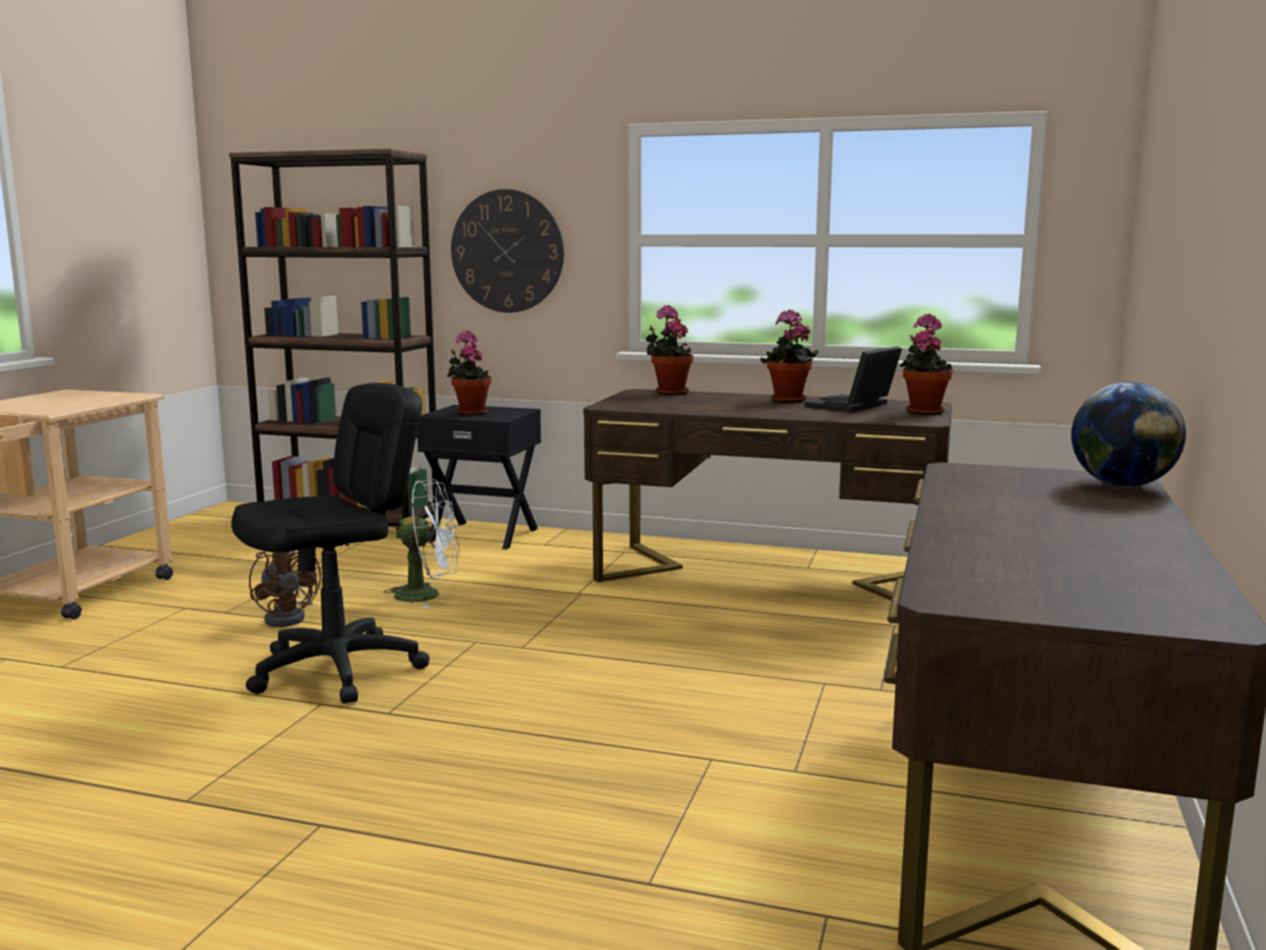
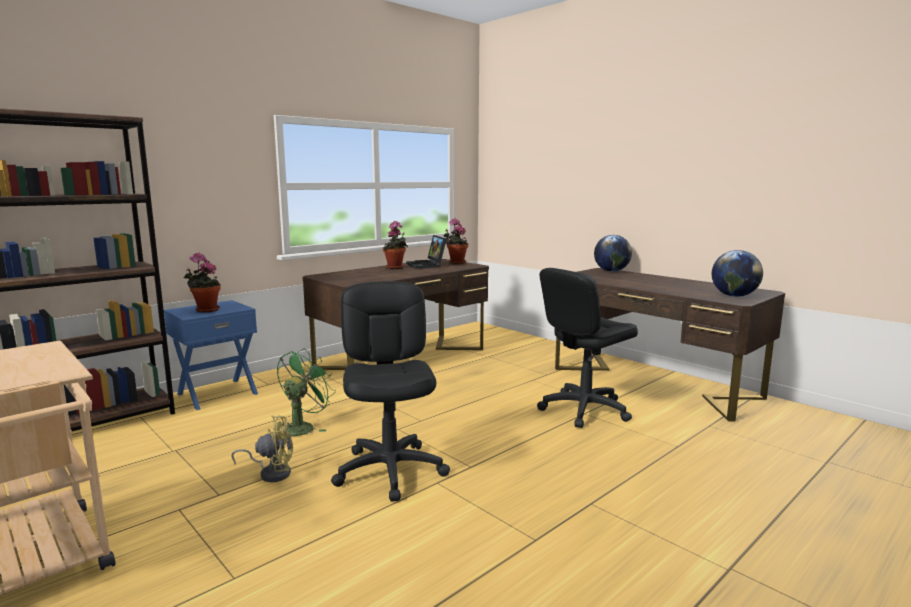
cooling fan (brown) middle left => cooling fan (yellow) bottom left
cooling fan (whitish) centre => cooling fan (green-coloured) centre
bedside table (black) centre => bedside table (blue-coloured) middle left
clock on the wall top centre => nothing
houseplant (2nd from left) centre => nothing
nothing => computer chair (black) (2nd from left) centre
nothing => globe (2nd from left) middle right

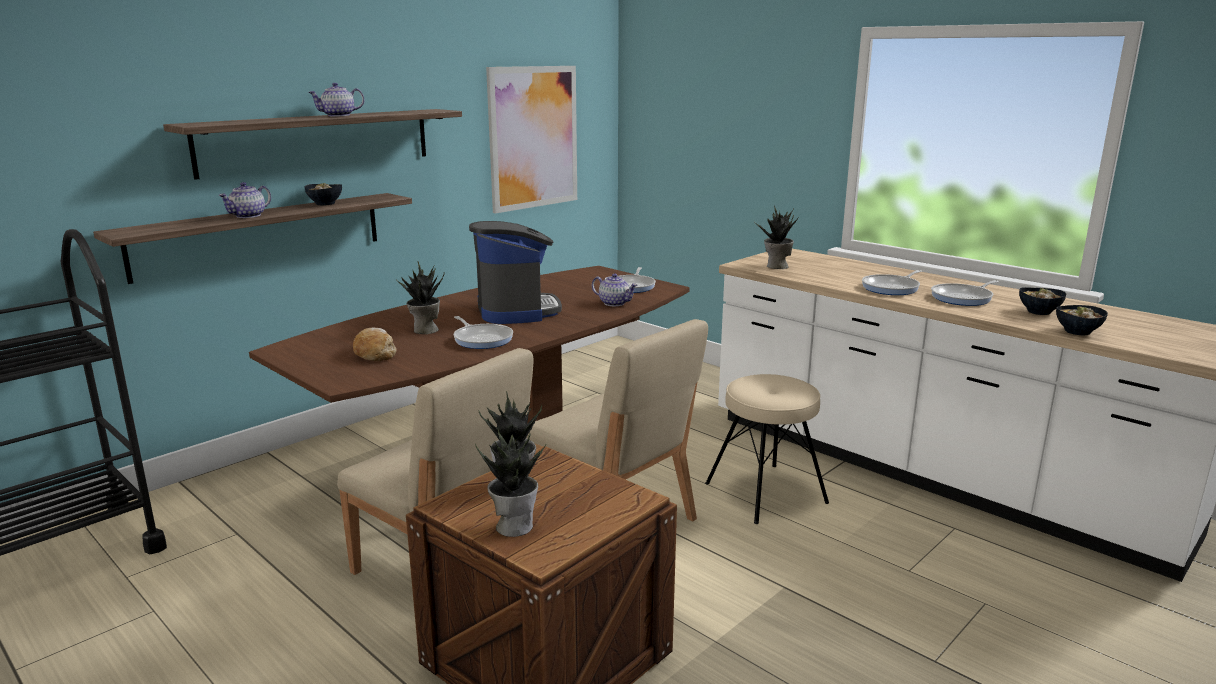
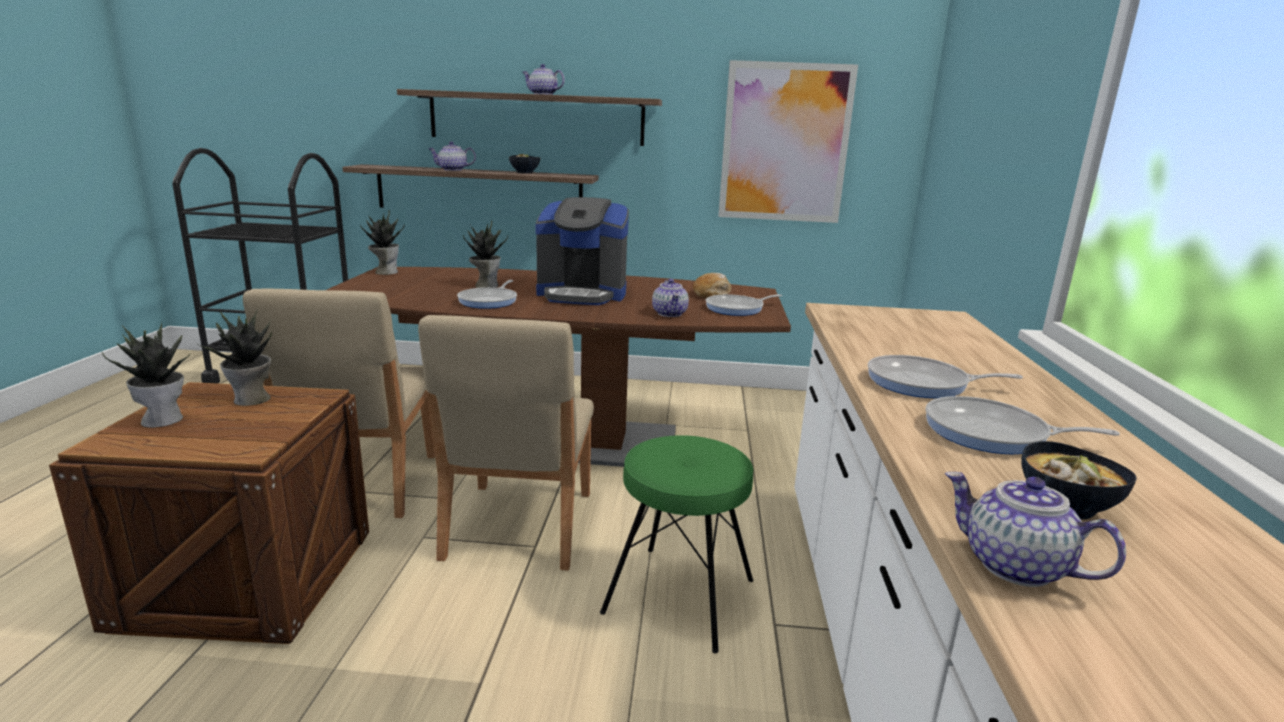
bread middle left => bread centre, moved
coffee machine centre, 60 degrees clockwise
stool (beige) centre => stool (green-coloured) bottom centre
houseplant (4th from left in the first image) centre => houseplant (3rd from left) middle left, moved
deep dish (3rd from left) middle right => pot for tea (4th from left) bottom right

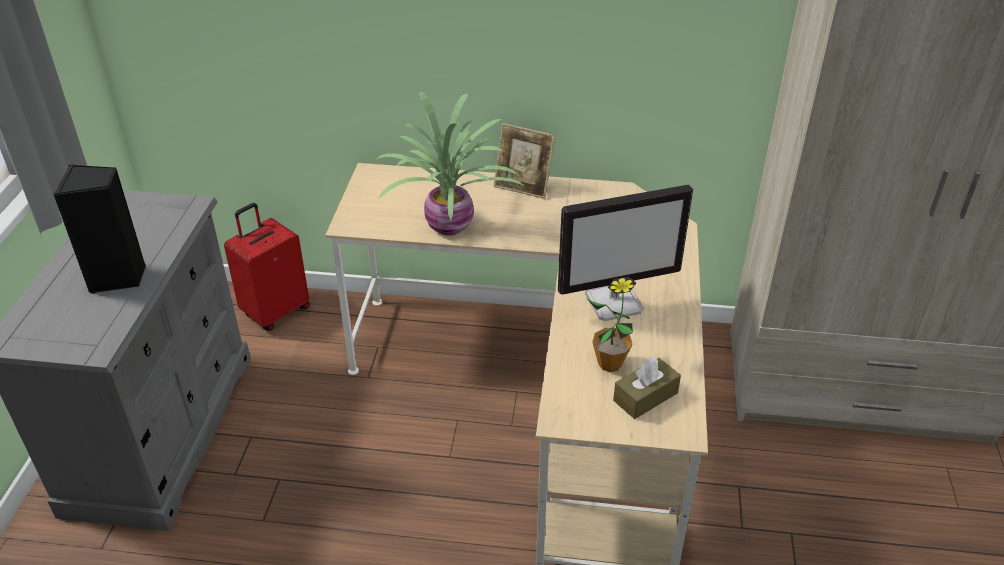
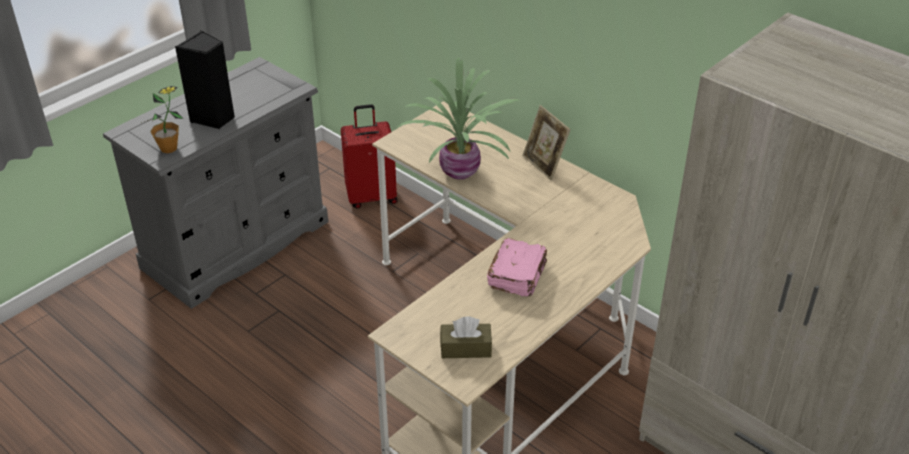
monitor centre => bound book (pinkish) centre
houseplant (2nd from left in the first image) centre => houseplant (1st from left) top left, moved

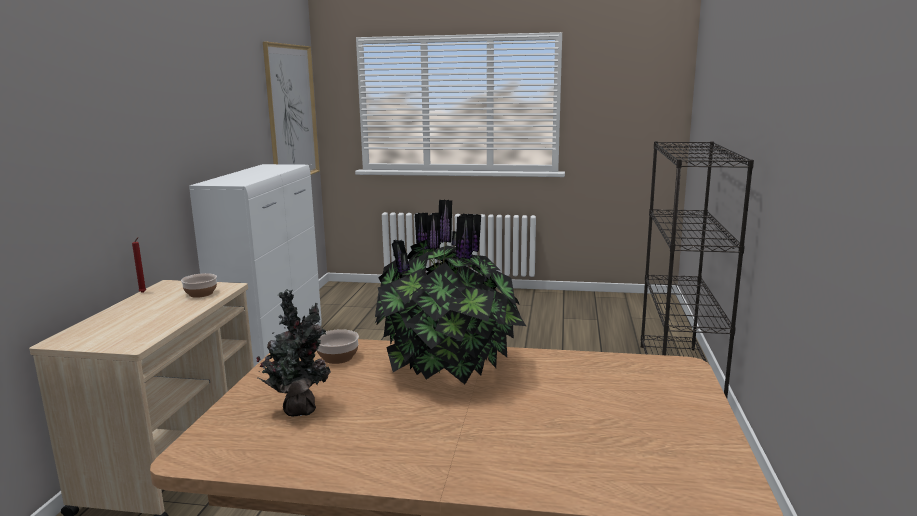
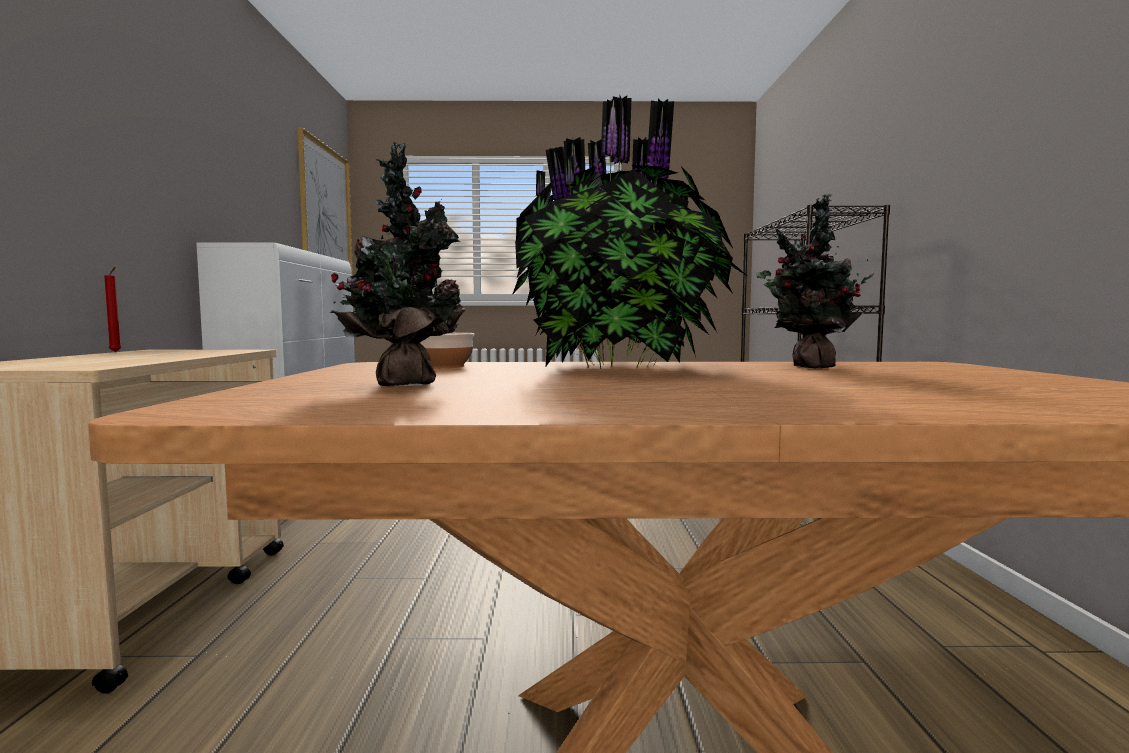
deep dish (1st from left) middle left => nothing
nothing => houseplant (3rd from left) middle right

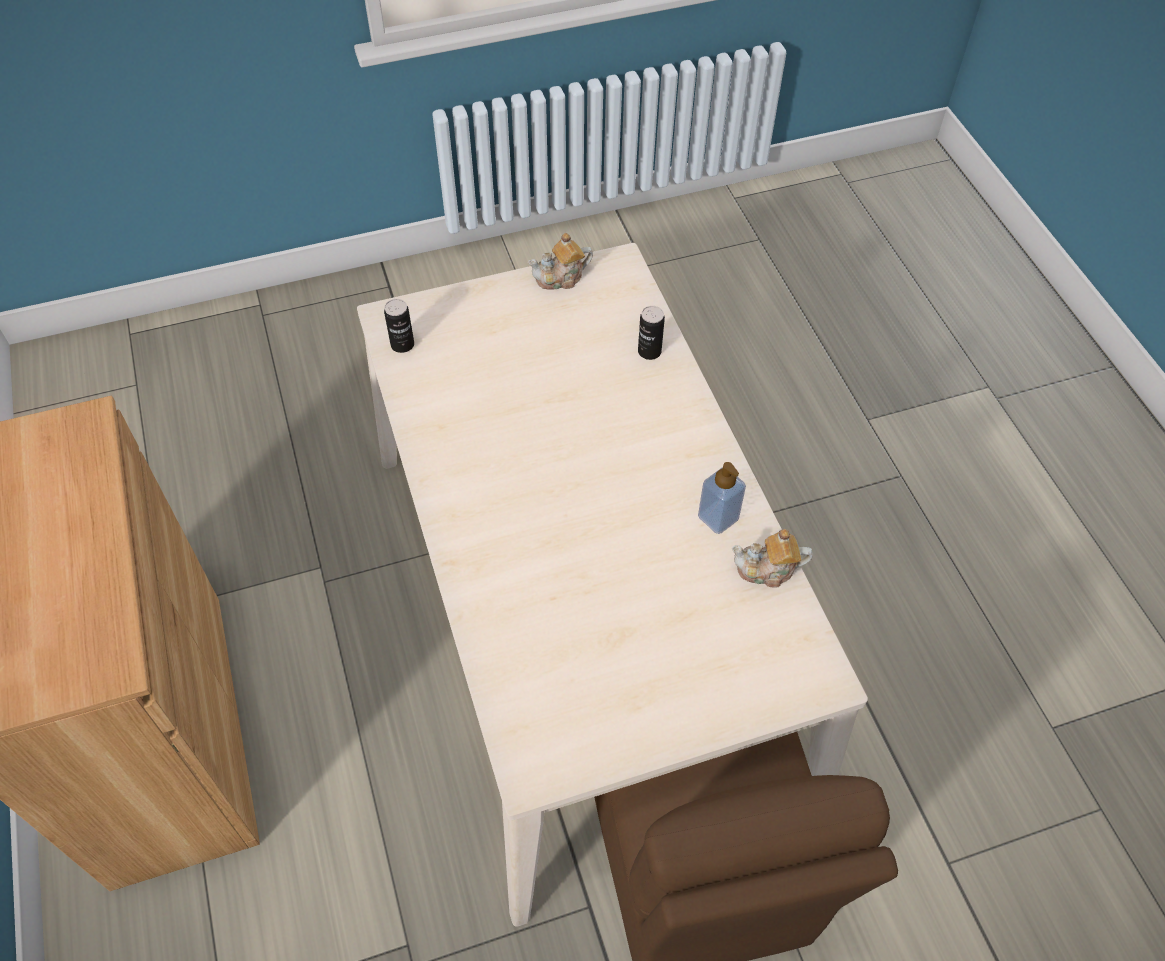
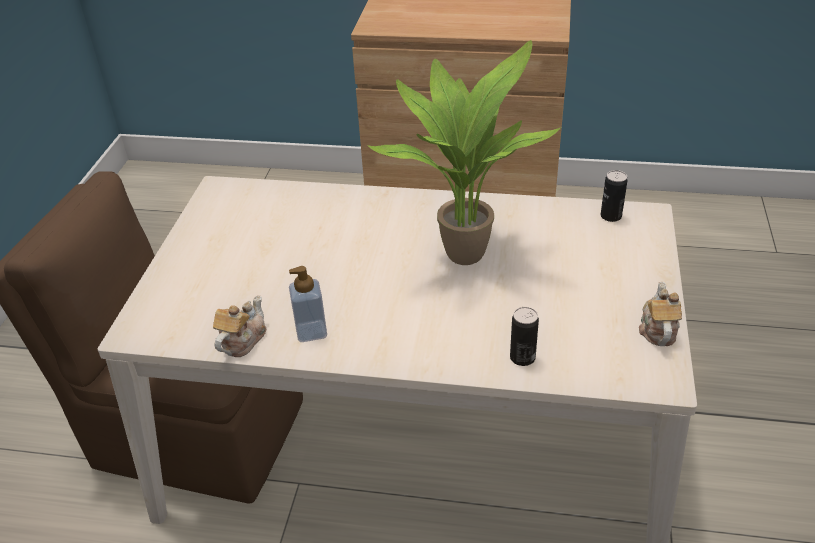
nothing => houseplant top centre

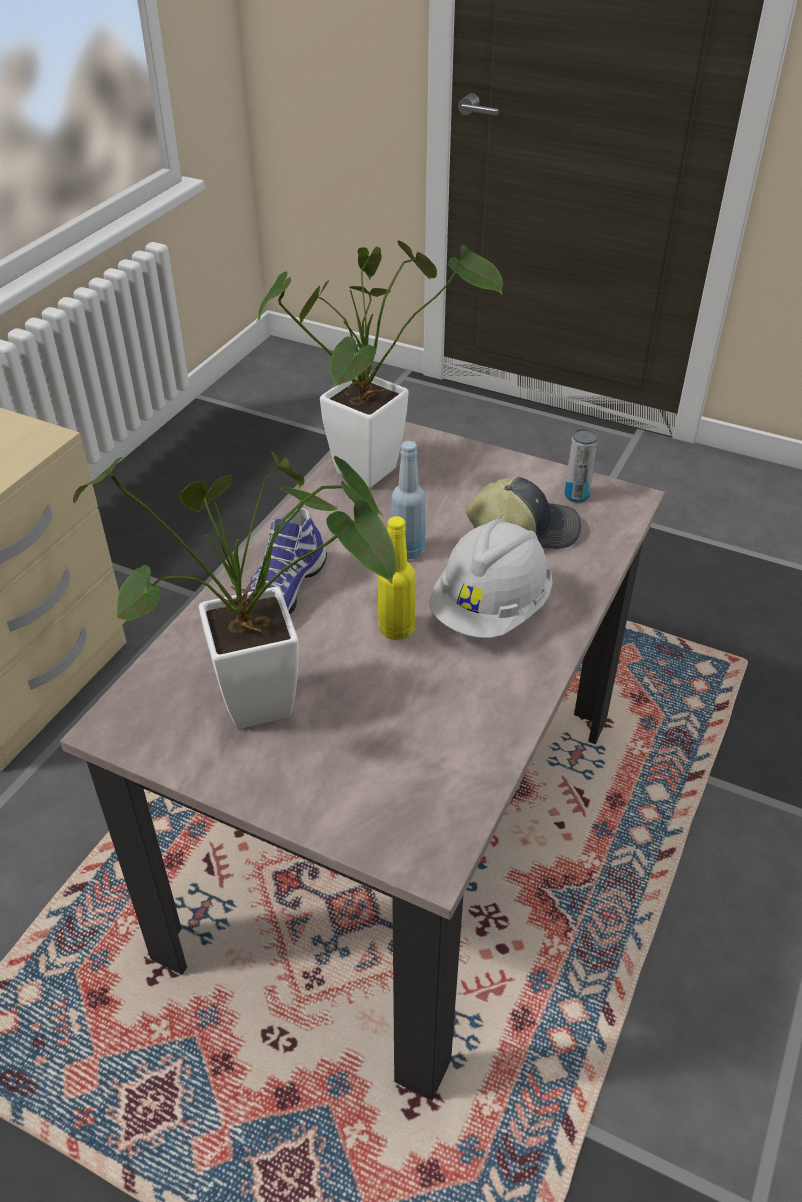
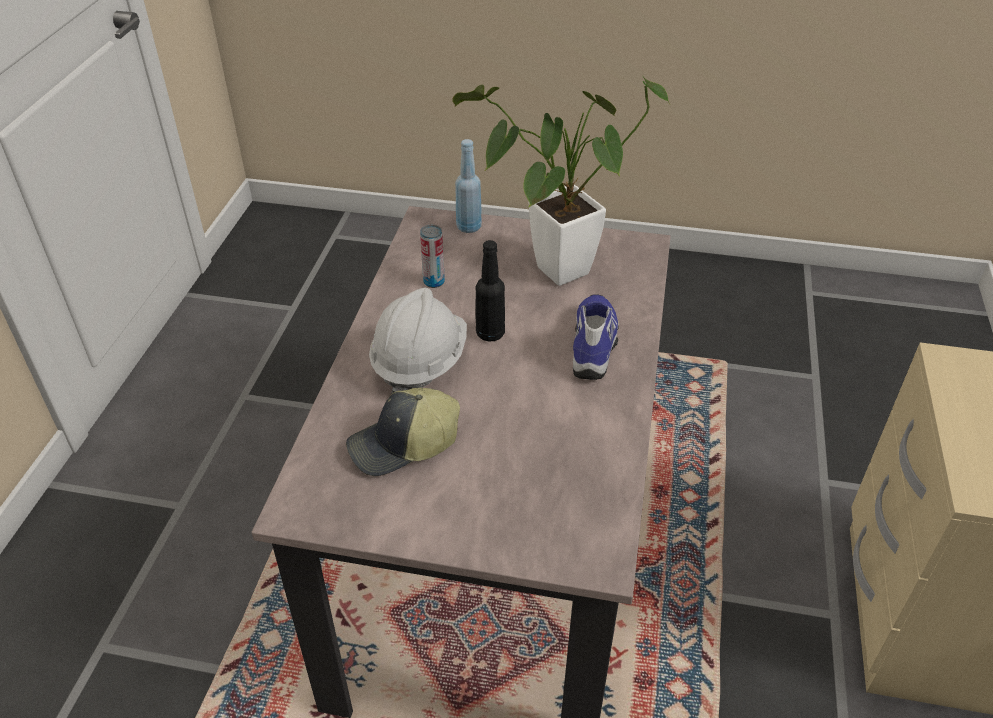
houseplant (2nd from left) top centre => nothing
drink bottle (yellow) centre => drink bottle (black) centre
drink bottle (blue-coloured) centre => drink bottle (blue-coloured) top centre, moved
metal can middle right => metal can centre, moved

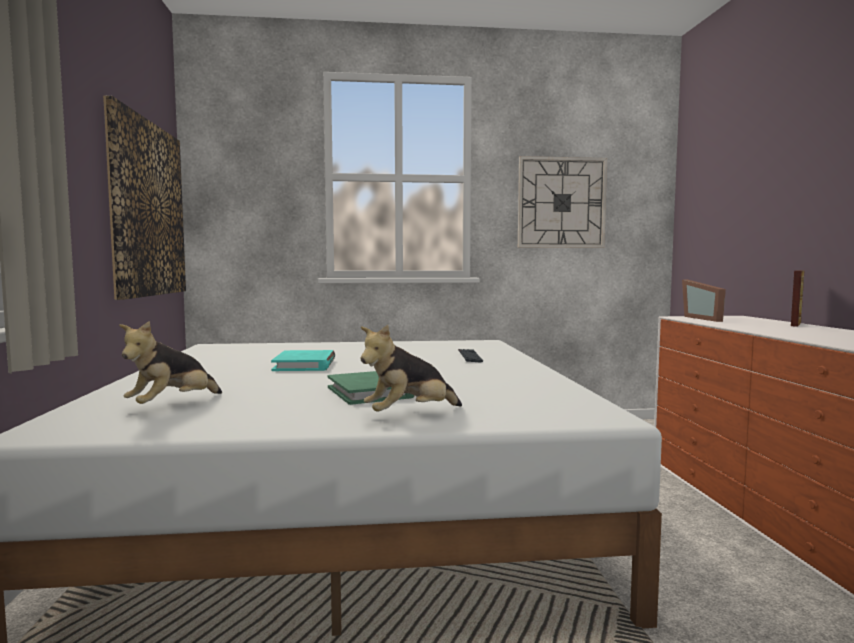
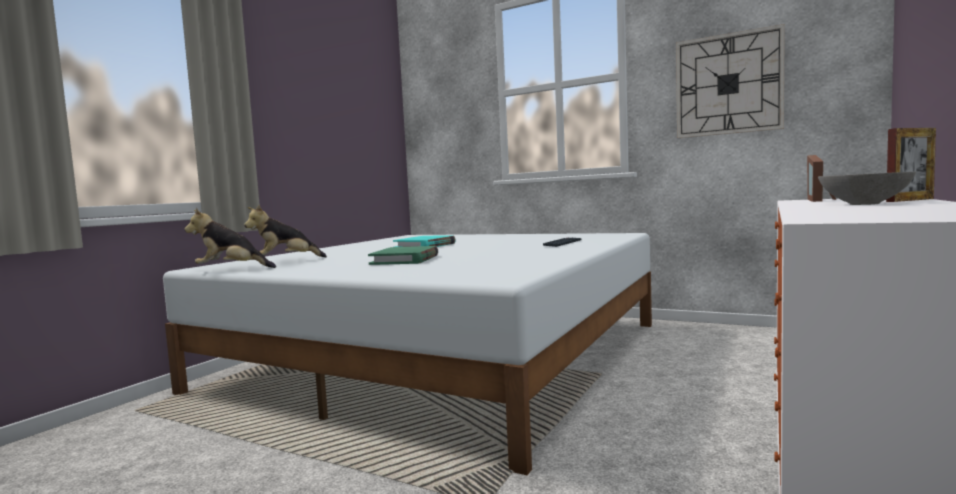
wall art top left => nothing
plush toy (2nd from left in the first image) centre => plush toy (1st from left) middle left, moved
nothing => deep dish (gray) middle right

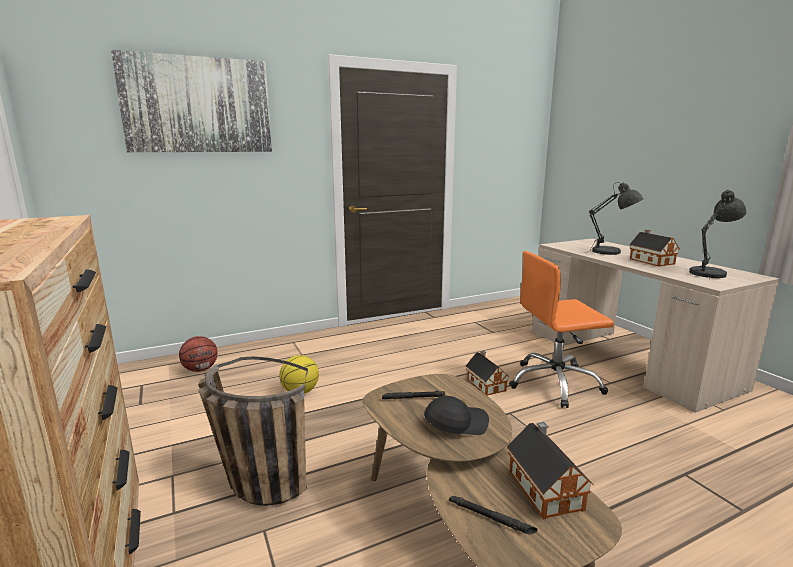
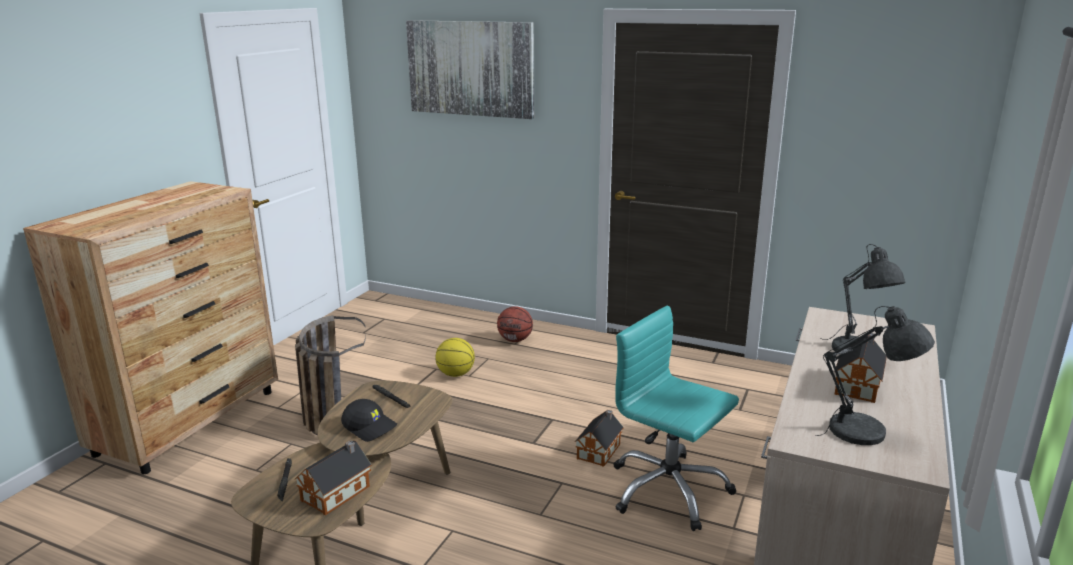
basketball (1st from left in the first image) middle left => basketball (2nd from left) centre, moved
computer chair (orangey) middle right => computer chair (turquoise) bottom centre

